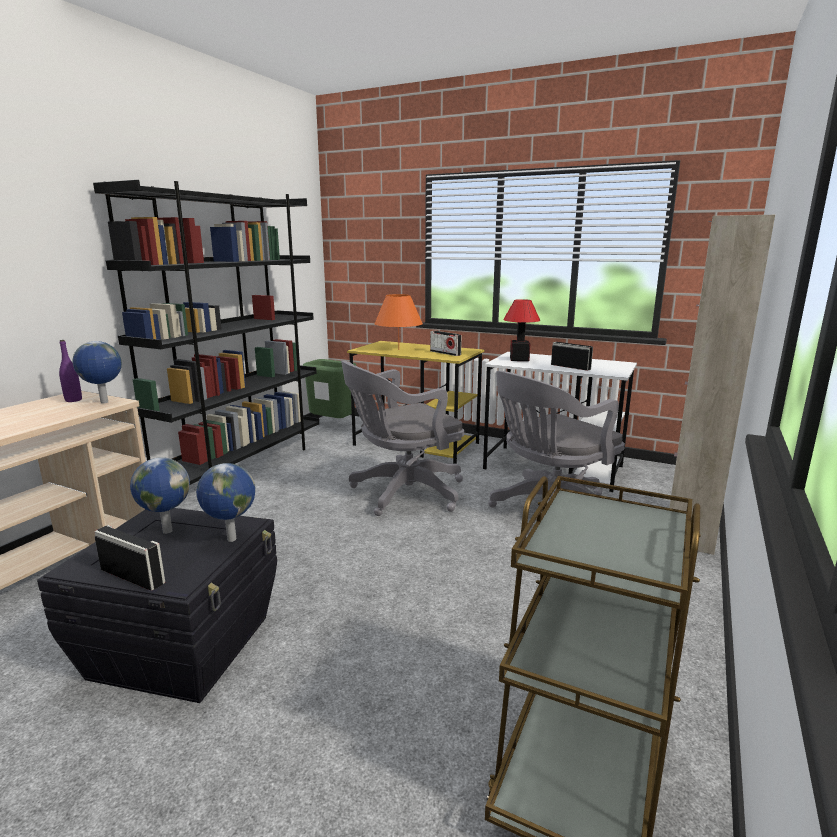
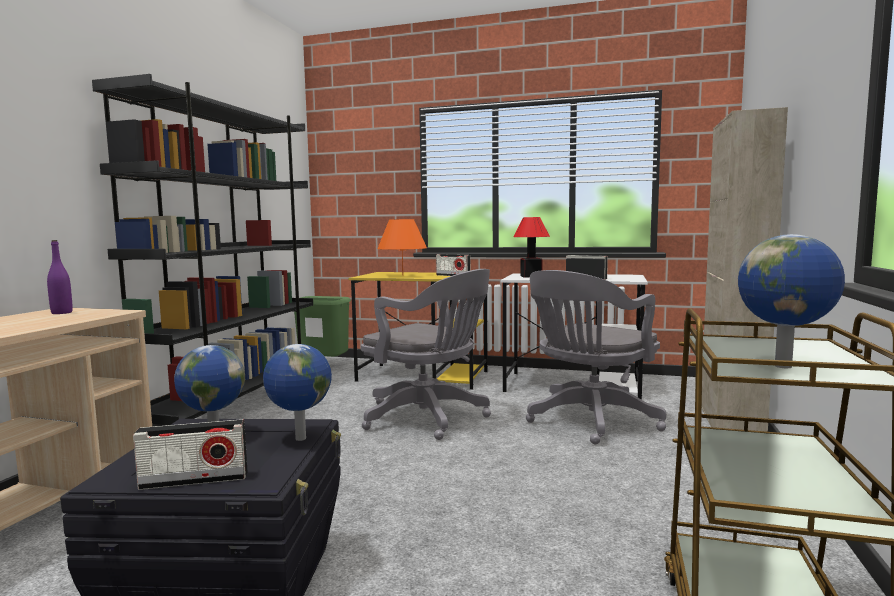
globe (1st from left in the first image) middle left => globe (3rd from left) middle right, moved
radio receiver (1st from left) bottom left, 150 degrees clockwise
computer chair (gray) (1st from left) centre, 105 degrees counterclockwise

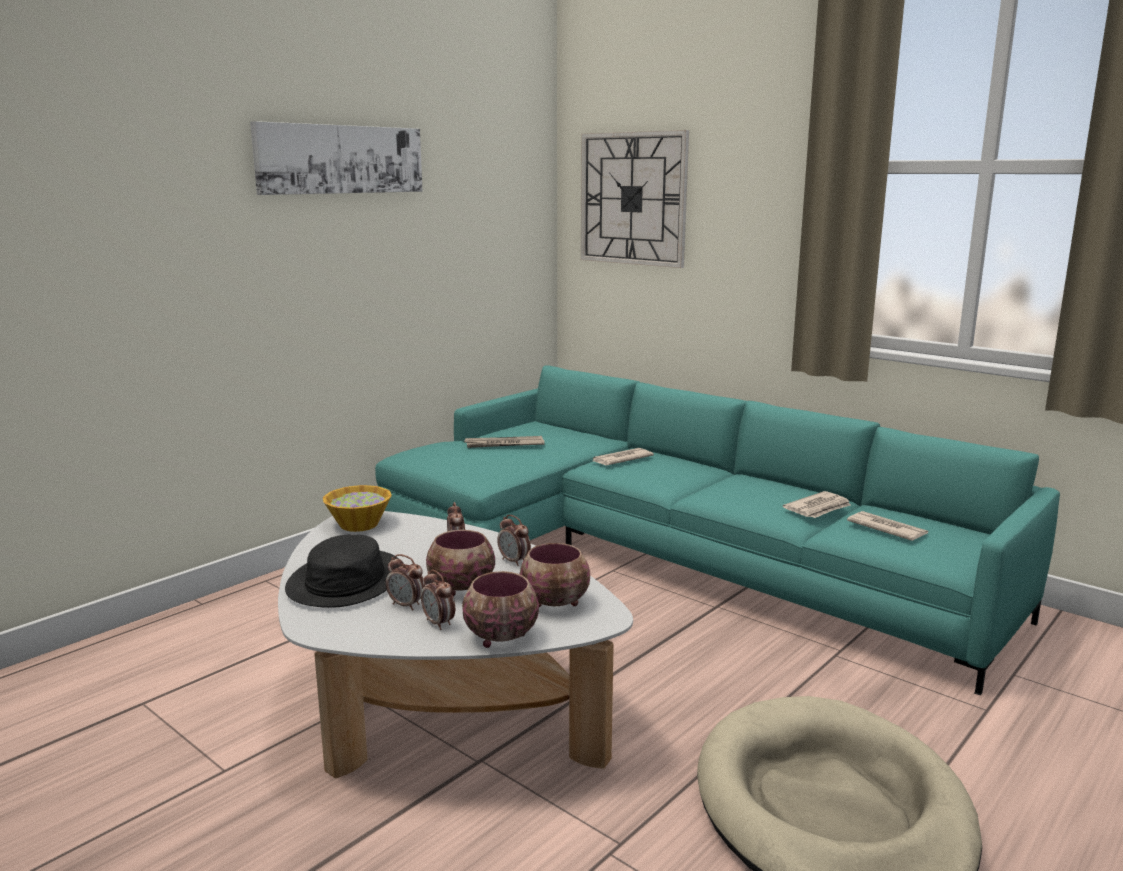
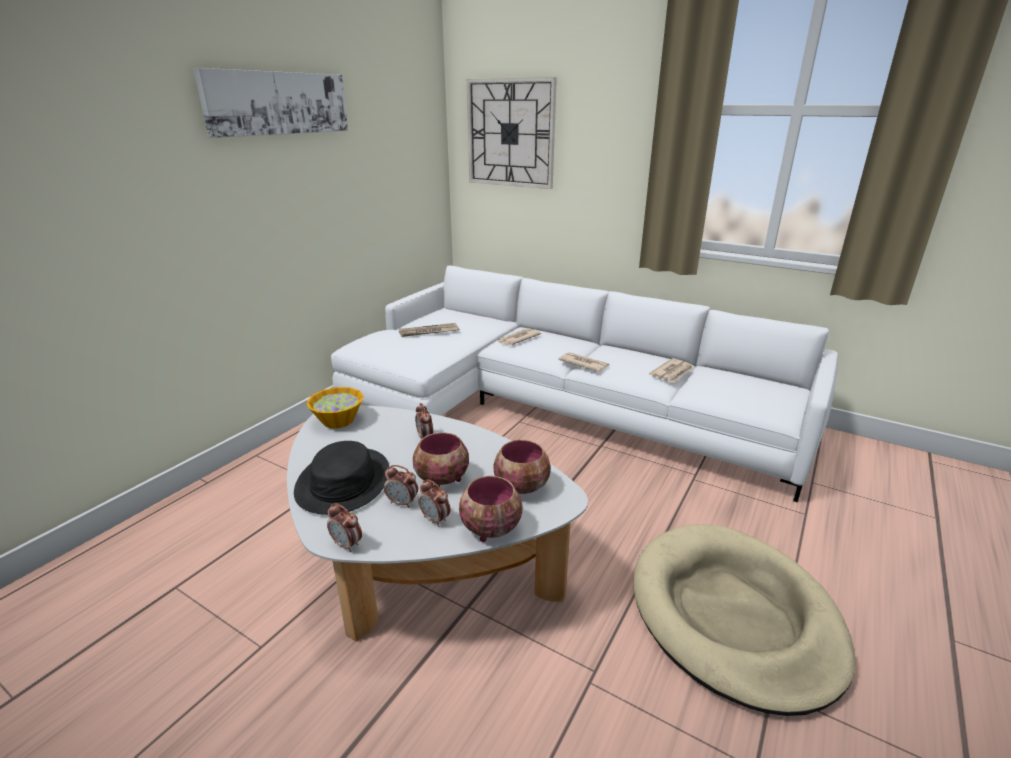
couch (turquoise) centre => couch (whitish) centre
bedside clock (4th from left in the first image) centre => bedside clock (1st from left) bottom centre, moved
daily paper (4th from left in the first image) middle right => daily paper (3rd from left) centre, moved

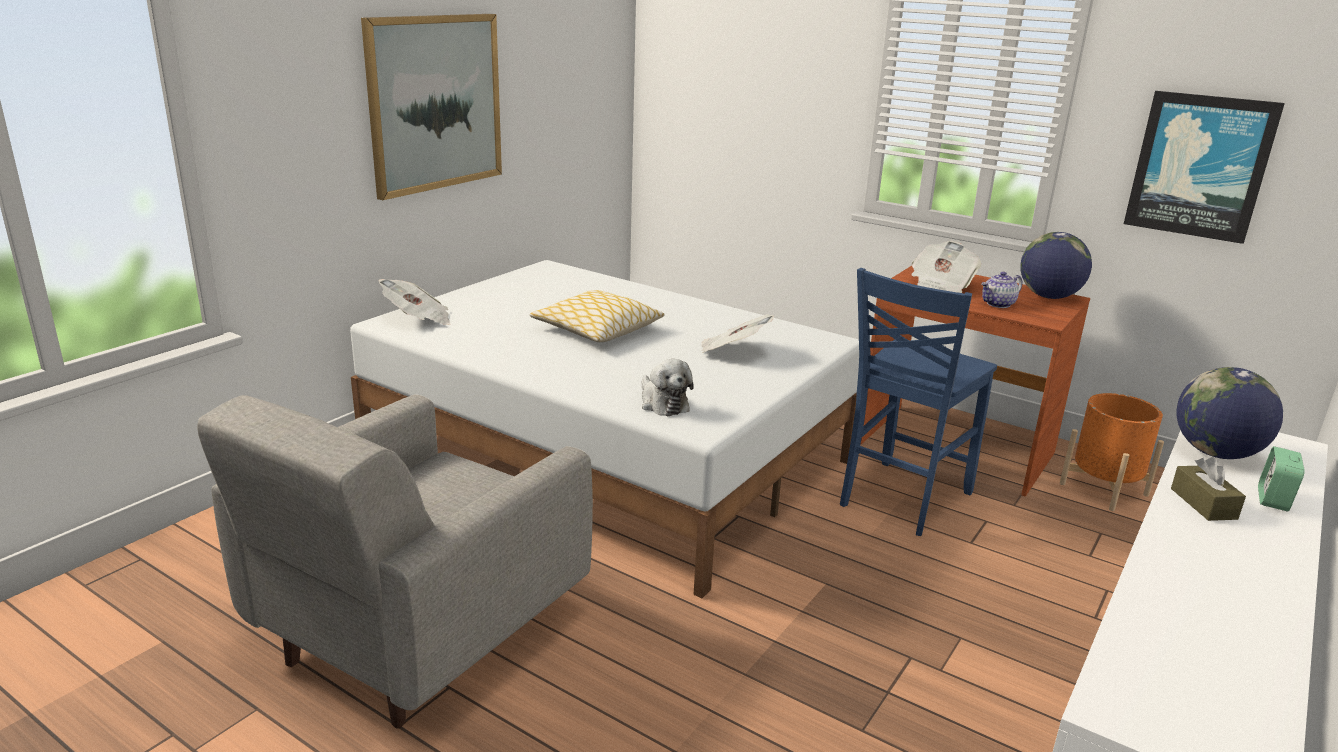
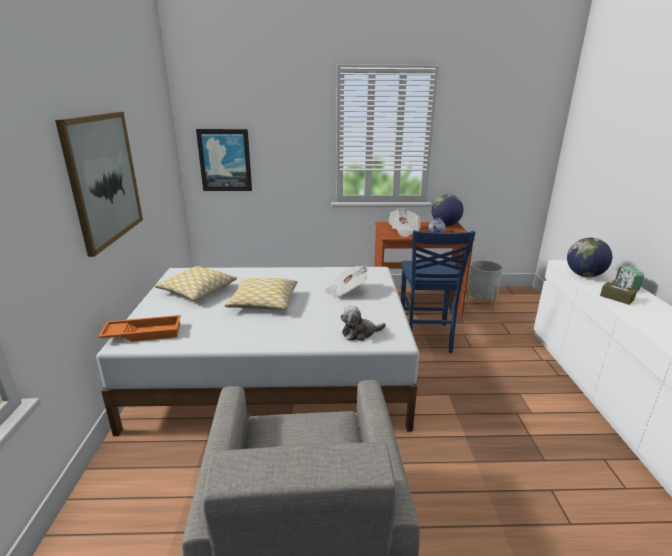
daily paper (1st from left) middle left => tray (orangey) middle left
plush toy centre, 135 degrees clockwise
plant pot (orangey) middle right => plant pot (gray) middle right
wall art (2nd from left) top right => wall art (2nd from left) top centre, moved
nothing => throw pillow (1st from left) middle left

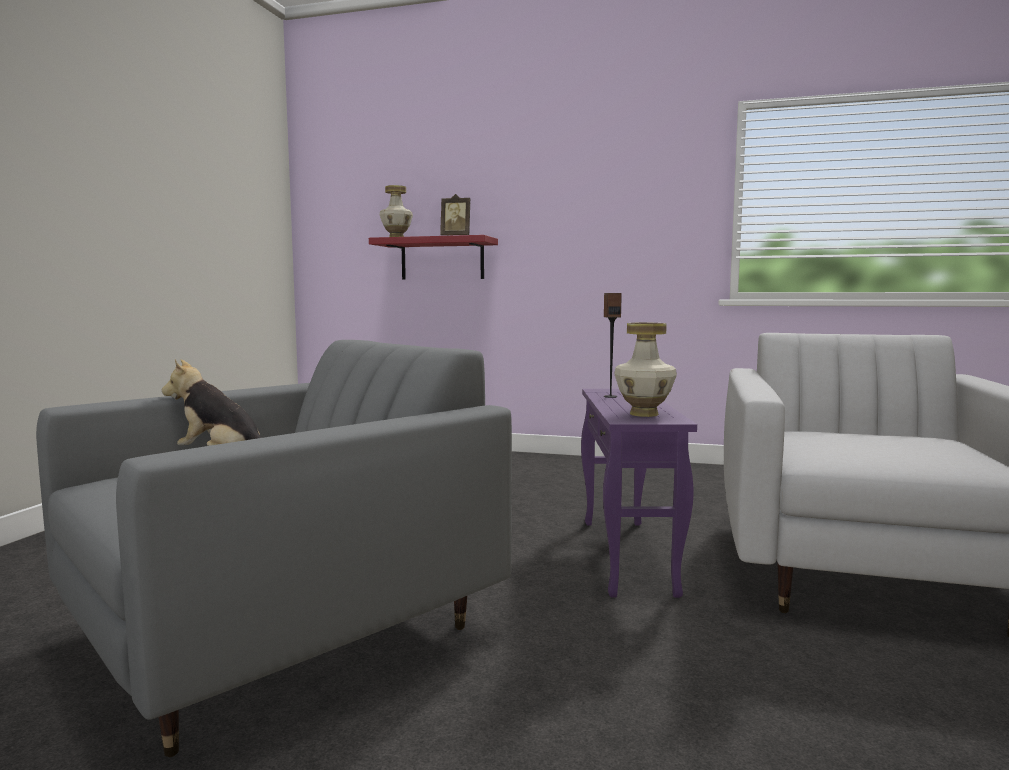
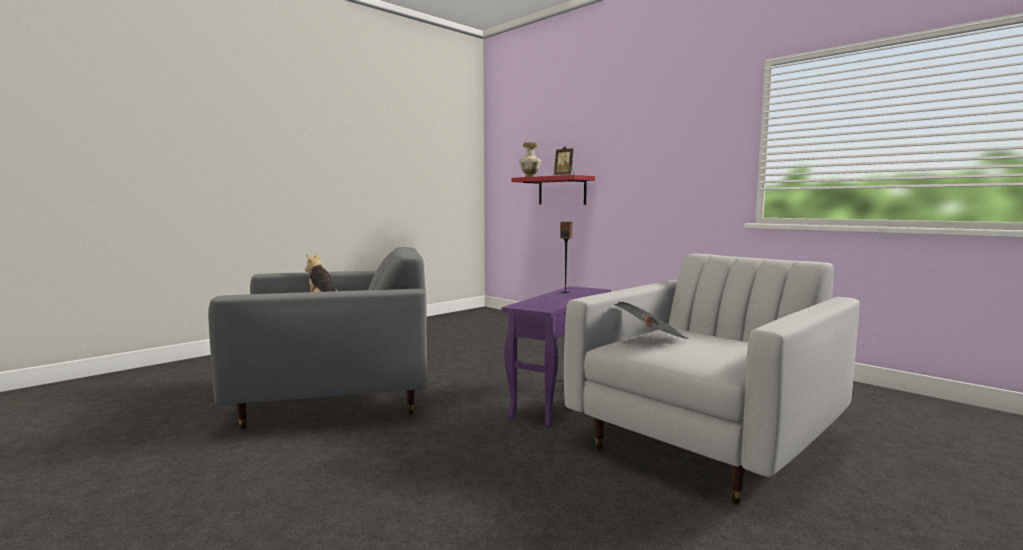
flower vase (2nd from left) centre => nothing
nothing => daily paper centre

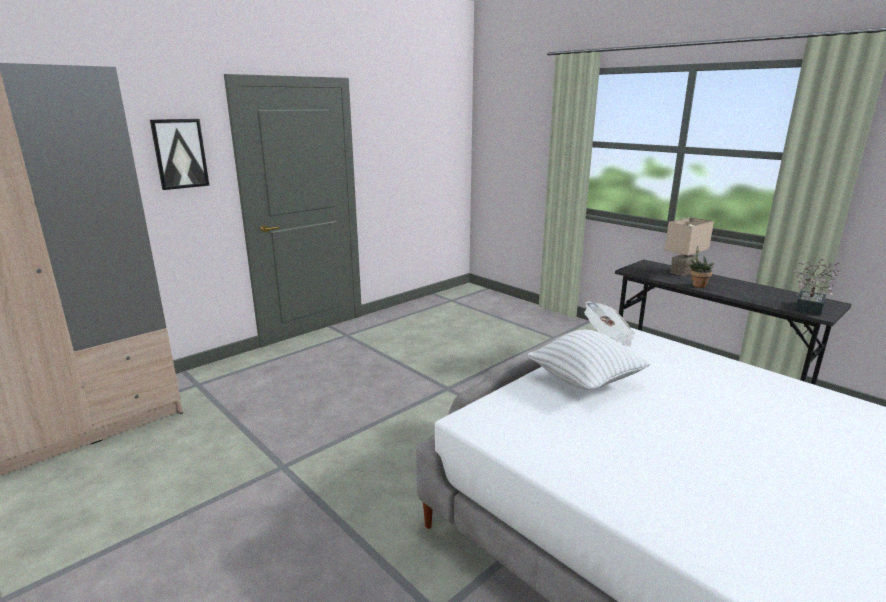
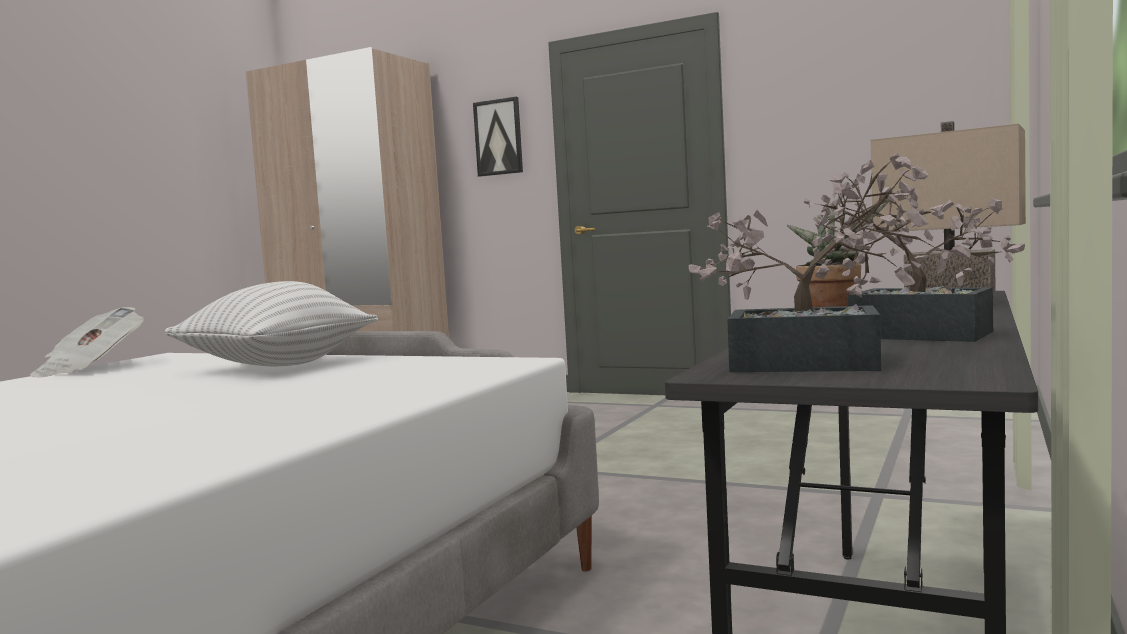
daily paper middle right => daily paper middle left, moved
nothing => houseplant (3rd from left) middle right

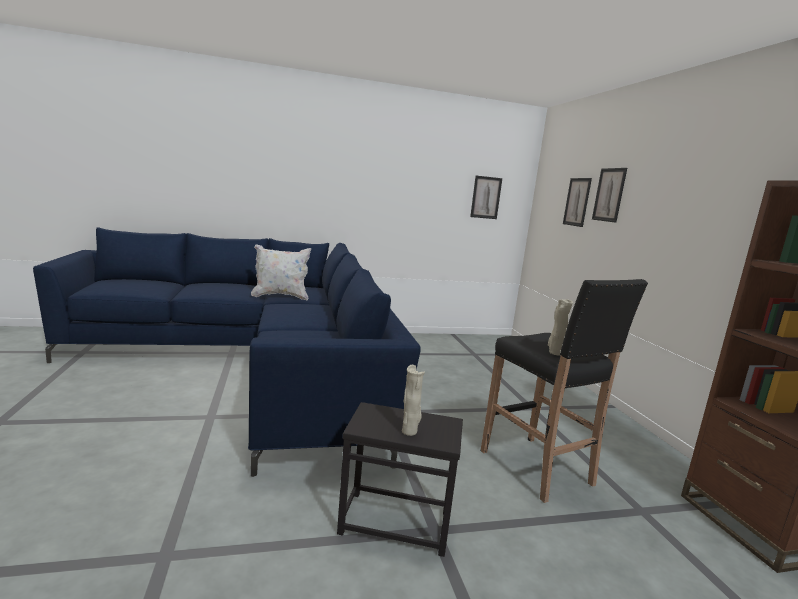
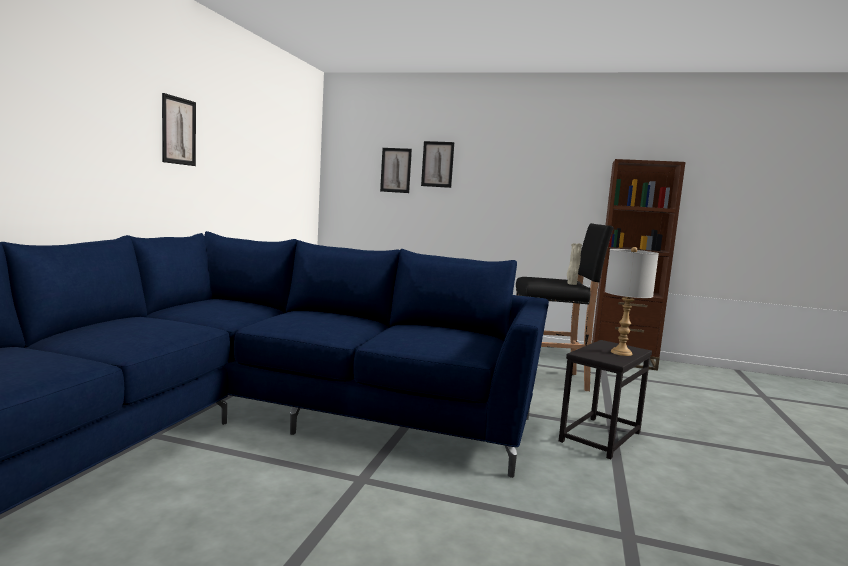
throw pillow (whitish) centre => nothing
flower vase (beige) (1st from left) bottom centre => lamp for a table (gray) middle right
wall art (1st from left) top centre => wall art (1st from left) top left, moved

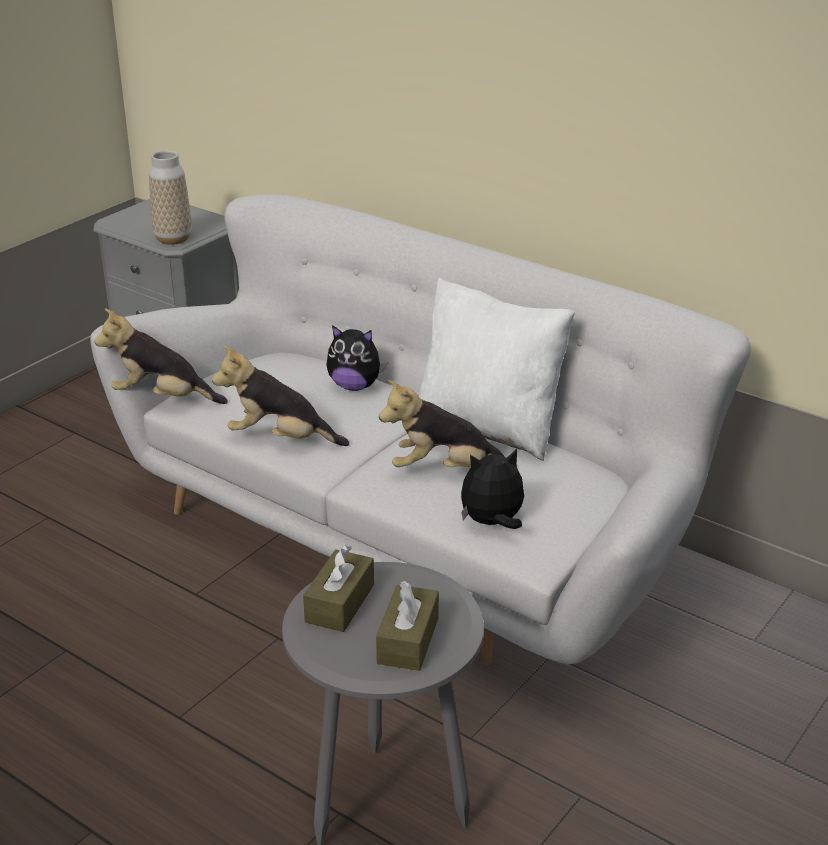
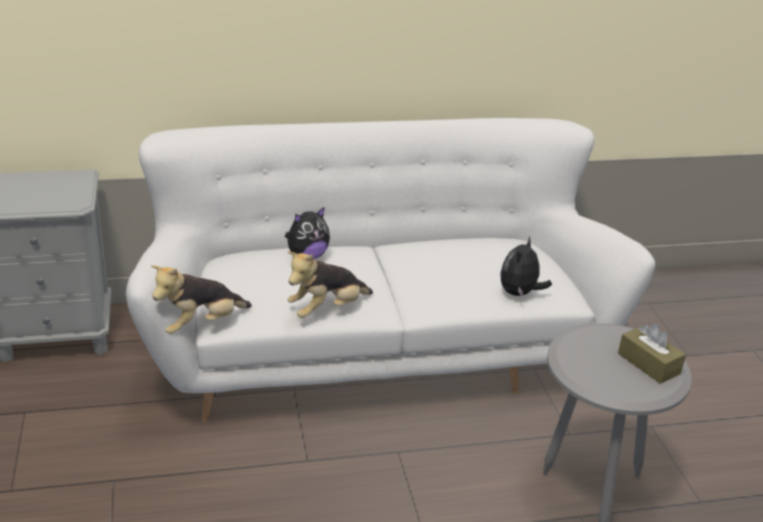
flower vase top left => nothing
tissue box (brown) (1st from left) bottom centre => nothing
plush toy (4th from left) centre => nothing
throw pillow (whitish) centre => nothing

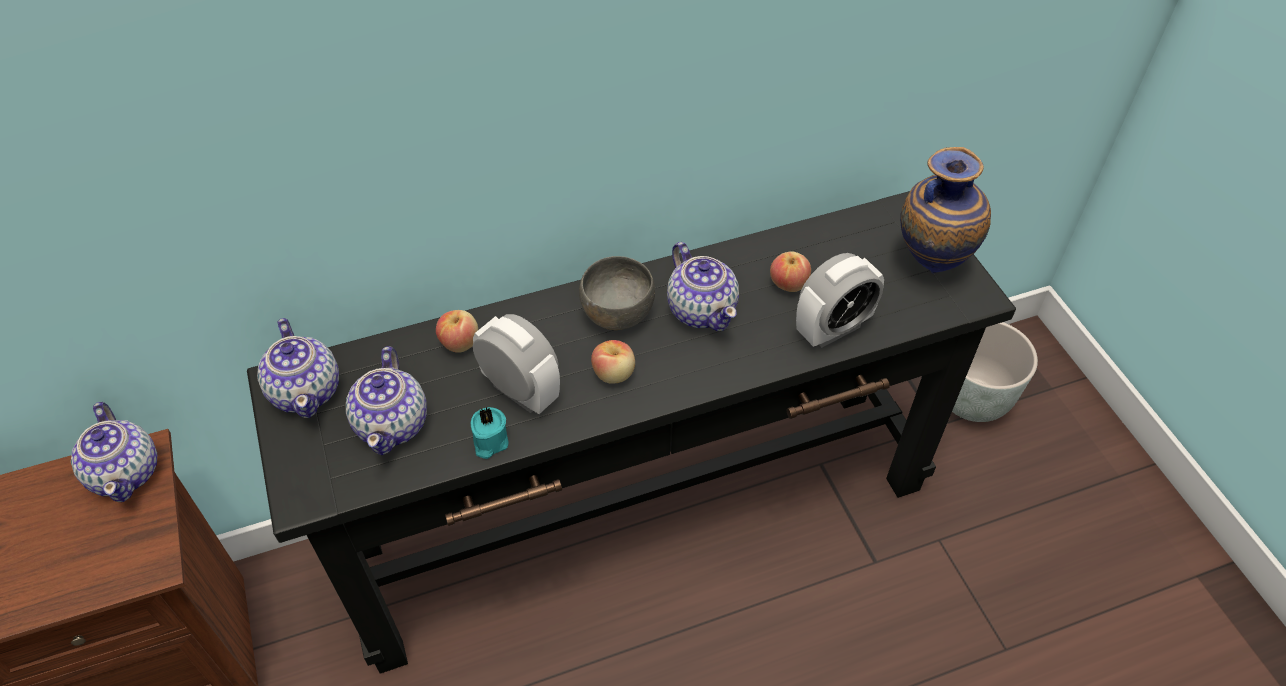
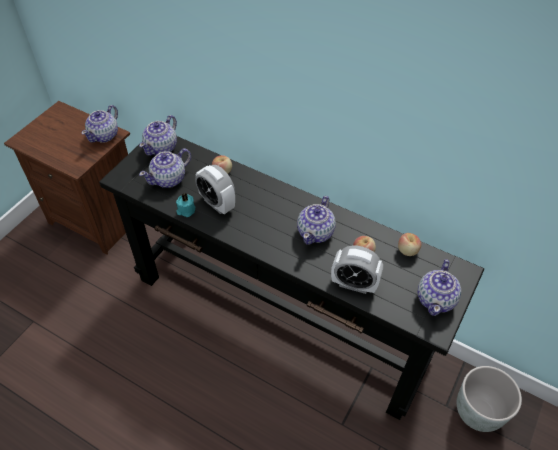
bedside clock (1st from left) centre, 135 degrees clockwise
deep dish (gray) centre => nothing
apple (2nd from left in the first image) centre => apple (3rd from left) middle right, moved
flower vase top right => pot for tea (5th from left) middle right

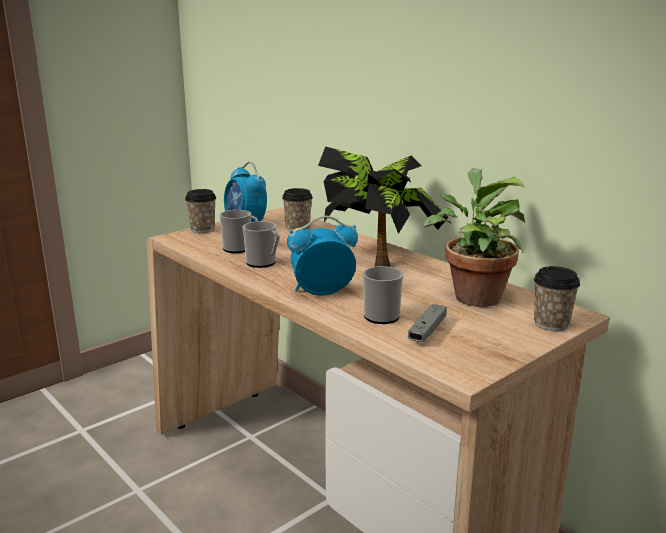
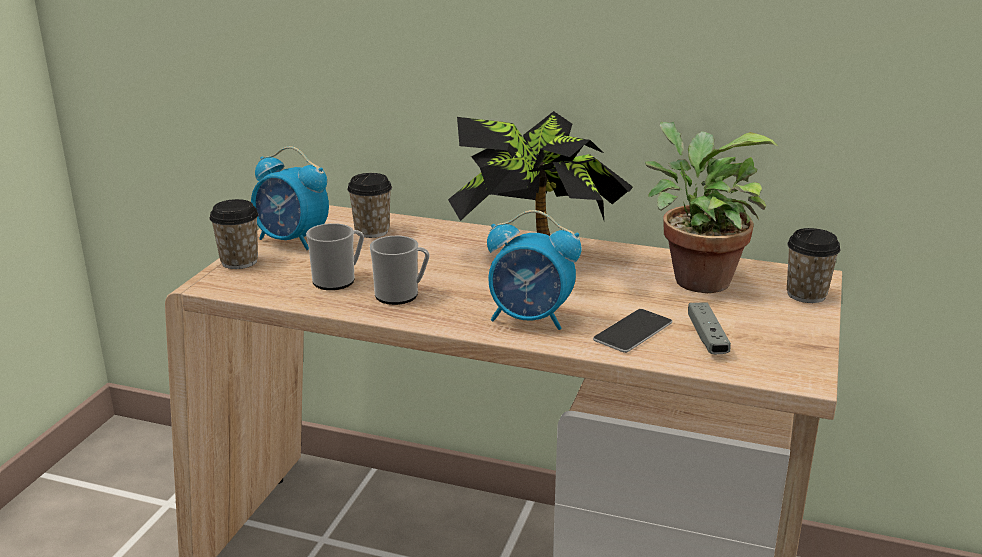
bedside clock (2nd from left) centre, 120 degrees counterclockwise
tea mug (3rd from left) centre => telephone centre

